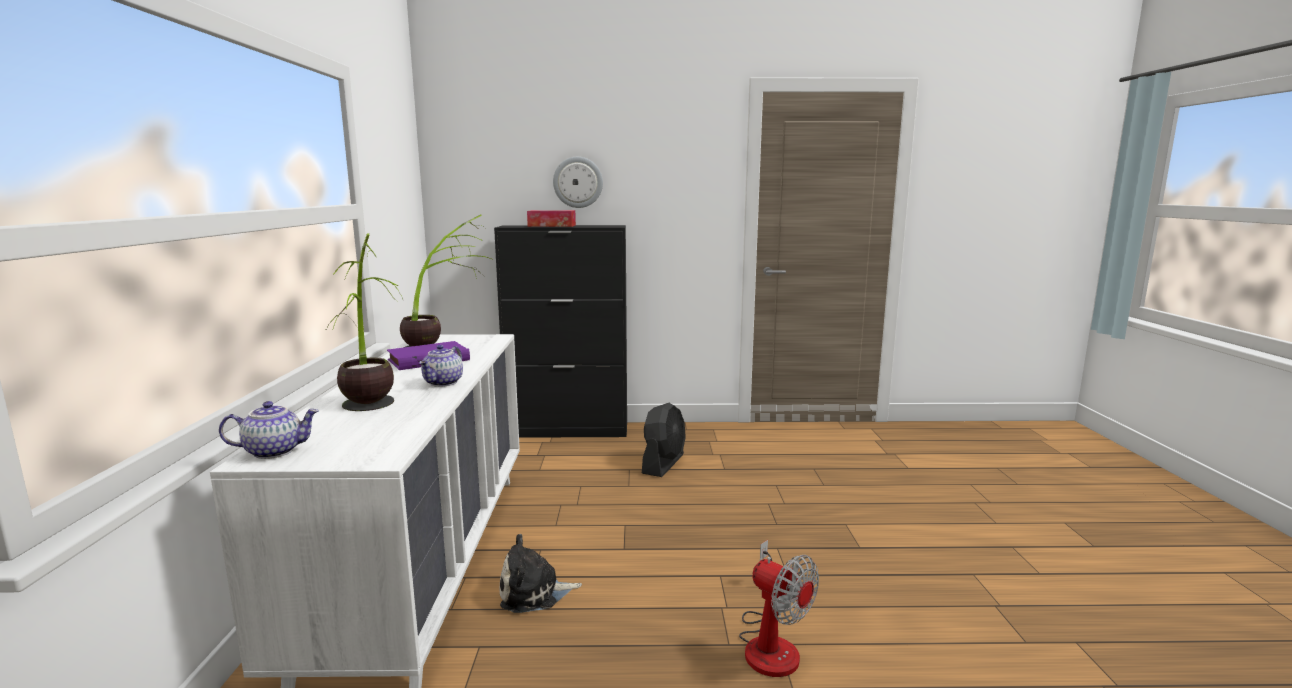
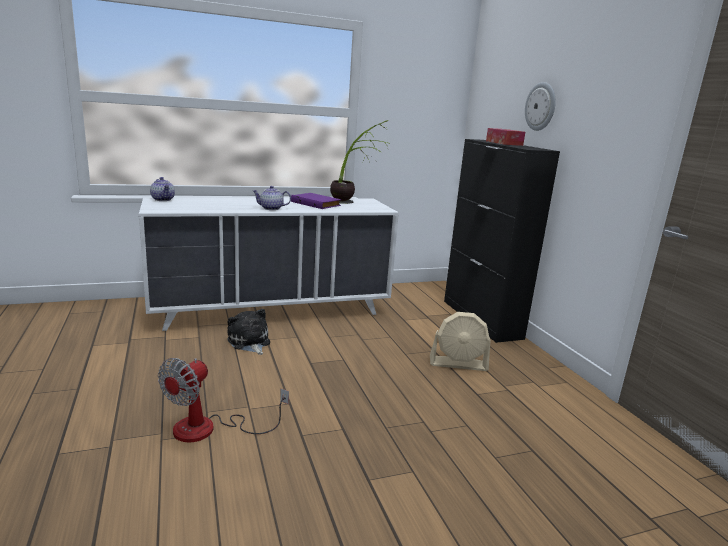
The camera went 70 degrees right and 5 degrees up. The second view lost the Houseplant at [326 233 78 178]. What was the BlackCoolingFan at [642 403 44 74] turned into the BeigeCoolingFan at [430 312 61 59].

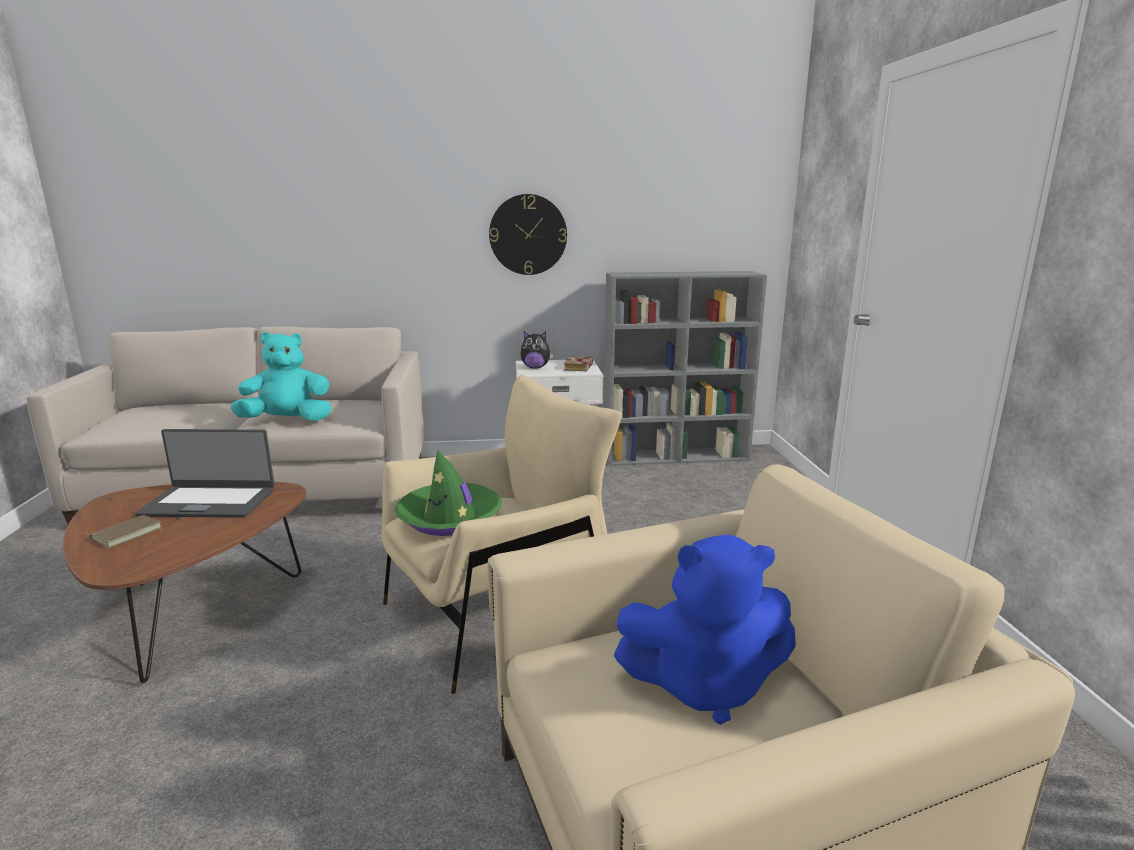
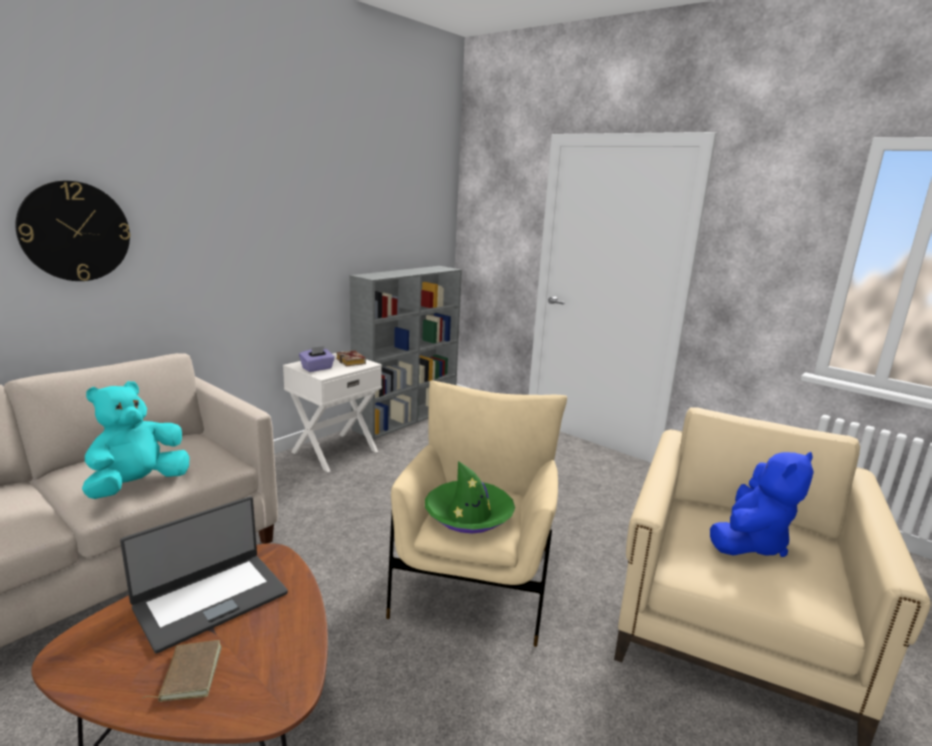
The camera went 45 degrees left and 0 degrees up. The ClockOnTheWall ended up elsewhere, having gone from [489 194 78 81] to [15 181 115 100]. Where the SoftToy stood at [520 332 33 37], the PurplishBoxOfTissues came to stand at [299 346 36 26].

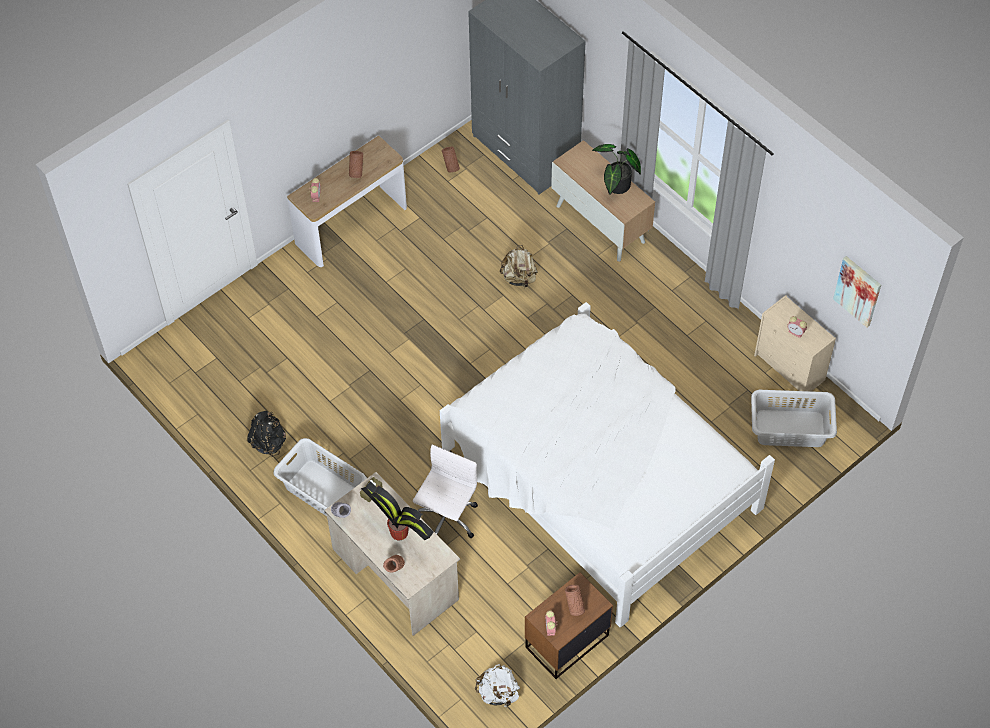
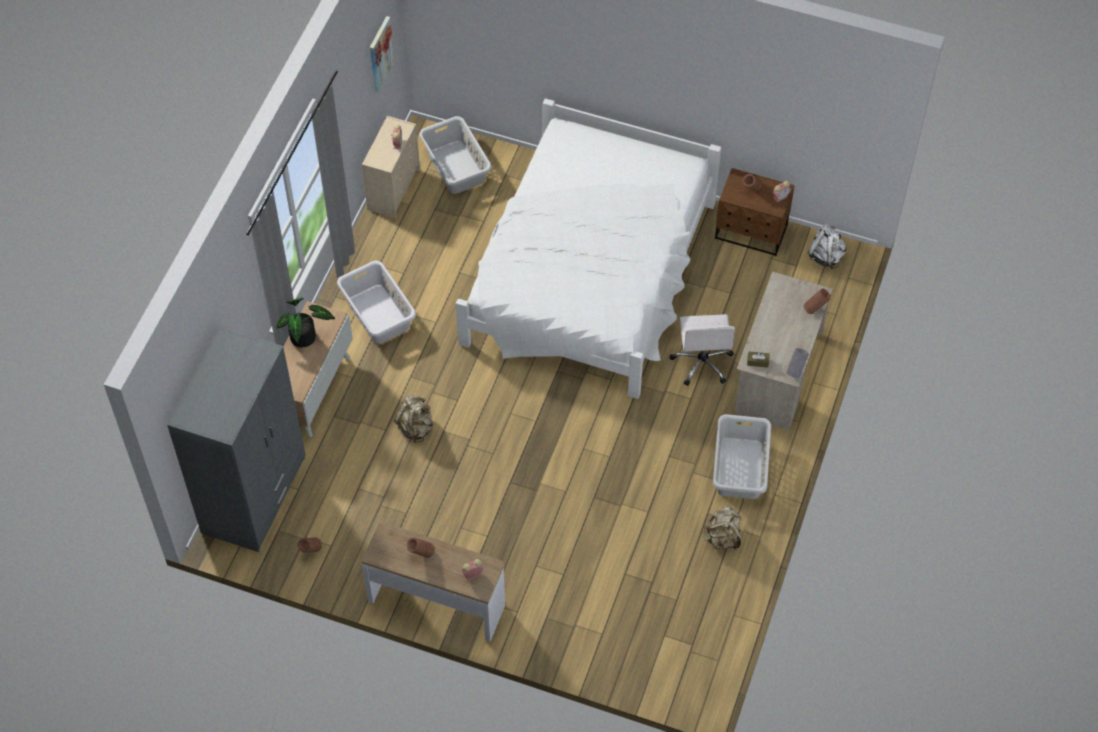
The camera went 120 degrees left and 0 degrees up. The second view lost the Houseplant at [361 481 73 59]. The second view gained the WhiteColouredWashingBasket at [337 261 79 83]. What was the BlackRucksack at [247 411 39 46] turned into the BeigeRucksack at [704 506 37 43]. The WhiteColouredOfficeChair at [413 445 65 93] ended up facing another way, 90 degrees counterclockwise from before.

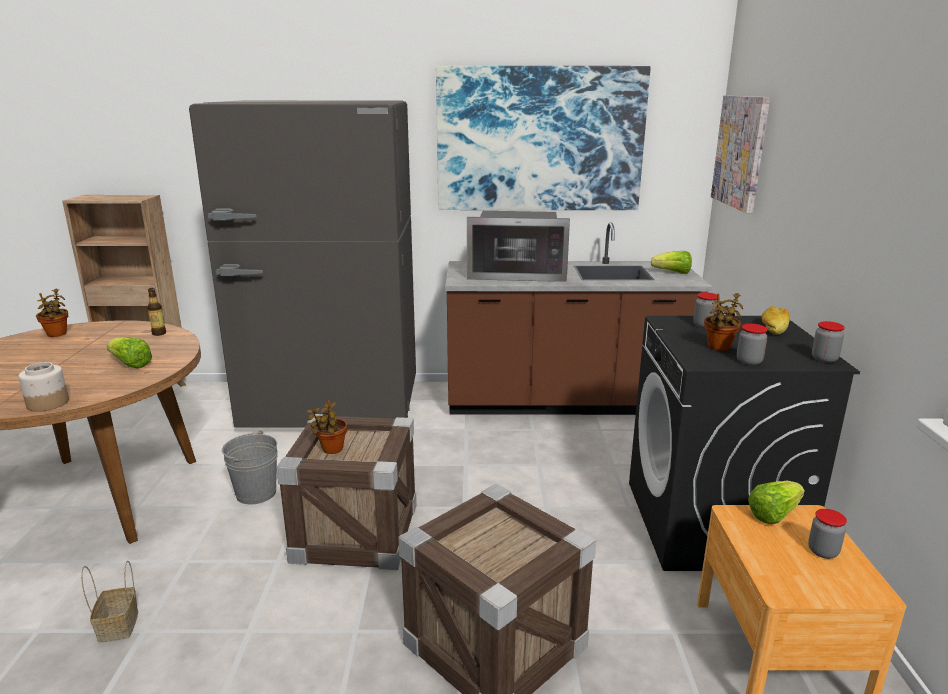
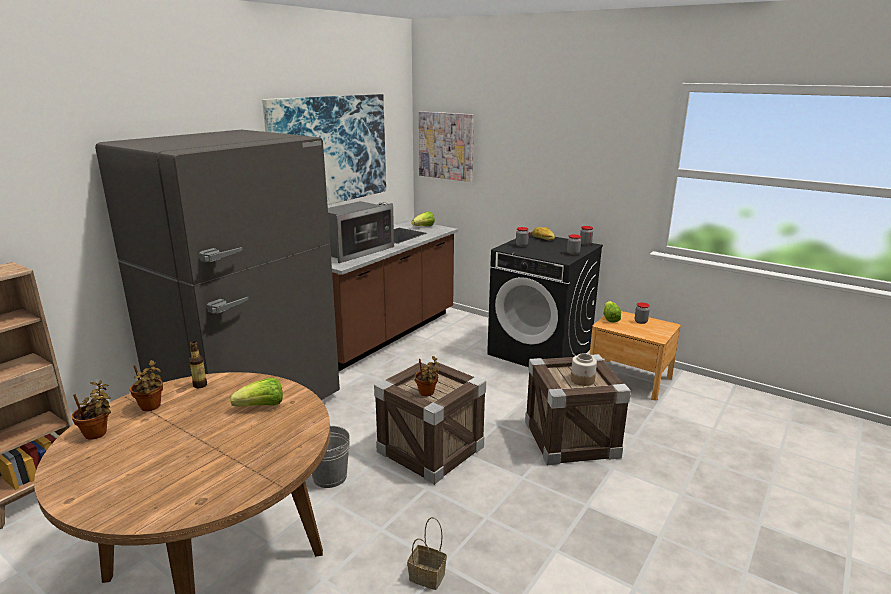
The camera went 55 degrees left and 0 degrees up. The PreserveJar ended up elsewhere, having gone from [18 362 51 50] to [571 354 26 32]. The Houseplant ended up elsewhere, having gone from [704 293 39 58] to [130 360 33 51].

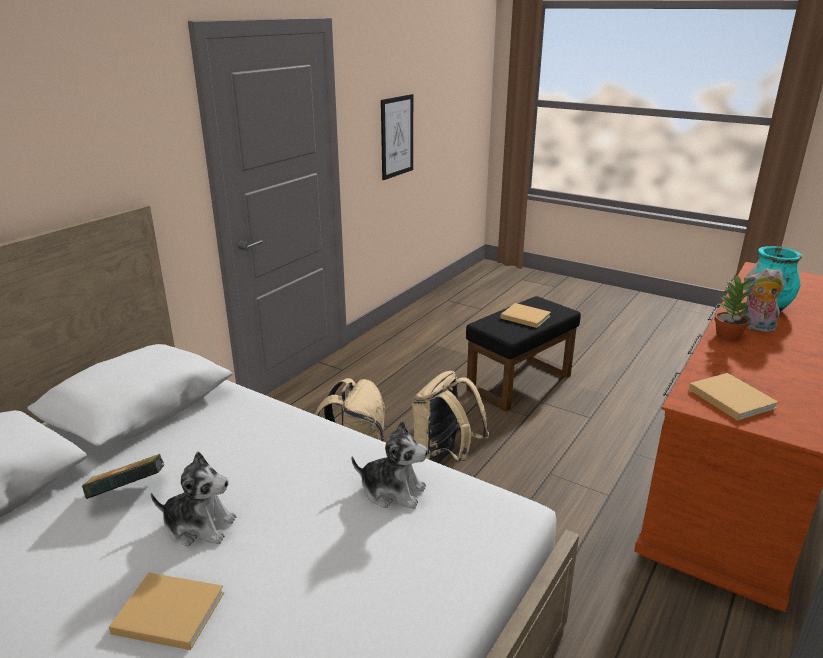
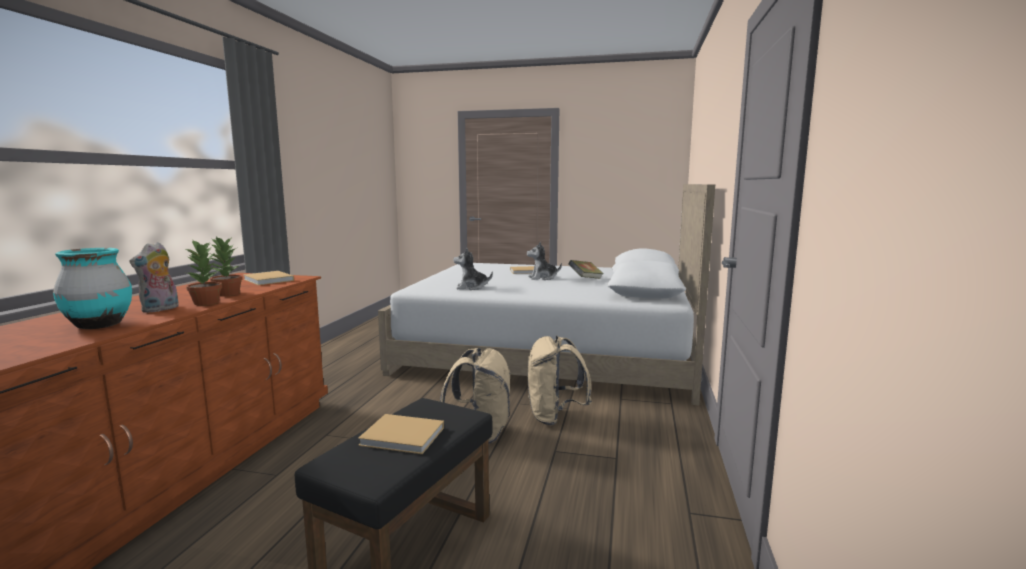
The camera went 160 degrees right and 15 degrees down. The second view lost the Picture at [381 94 32 86]. The second view gained the Houseplant at [210 237 33 59]. The SoftToy at [742 268 43 64] ended up facing another way, 105 degrees clockwise from before.

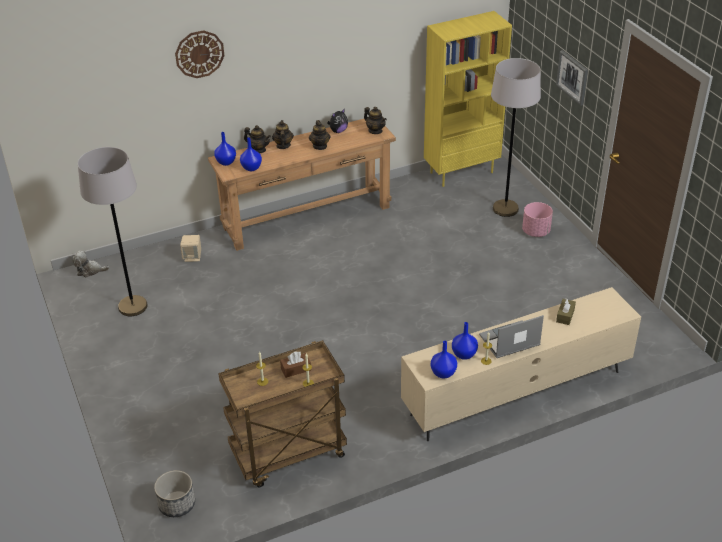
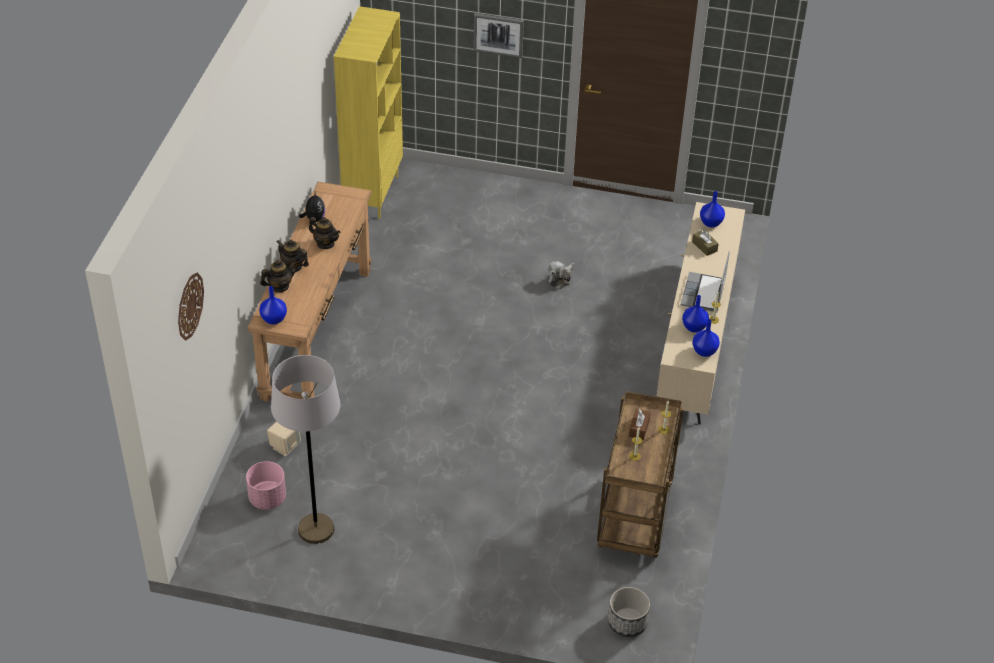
The camera went 55 degrees left and 5 degrees up. The second view lost the Teapot at [364 107 23 27]. The second view lost the GreyFloorLamp at [491 58 50 159]. The SoftToy ended up elsewhere, having gone from [72 251 38 26] to [548 262 26 27]. The ClockOnTheWall ended up elsewhere, having gone from [175 30 50 48] to [178 273 26 67]. The BlueColouredFlowerVase ended up elsewhere, having gone from [240 137 22 34] to [700 191 25 36]. The PinkishPlantPot ended up elsewhere, having gone from [522 202 31 35] to [246 461 40 49].

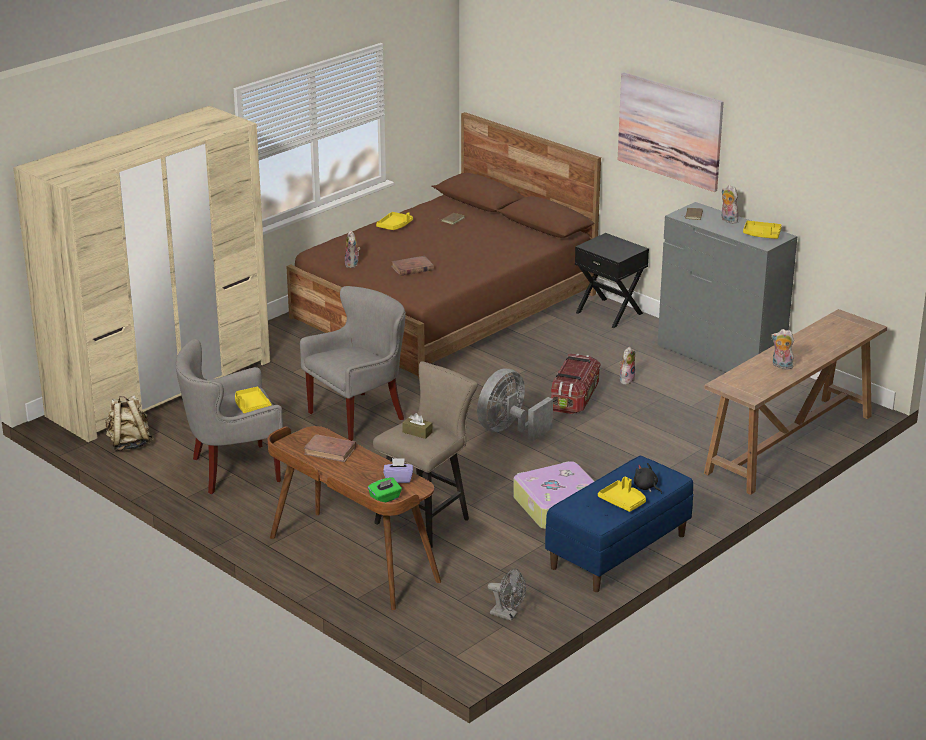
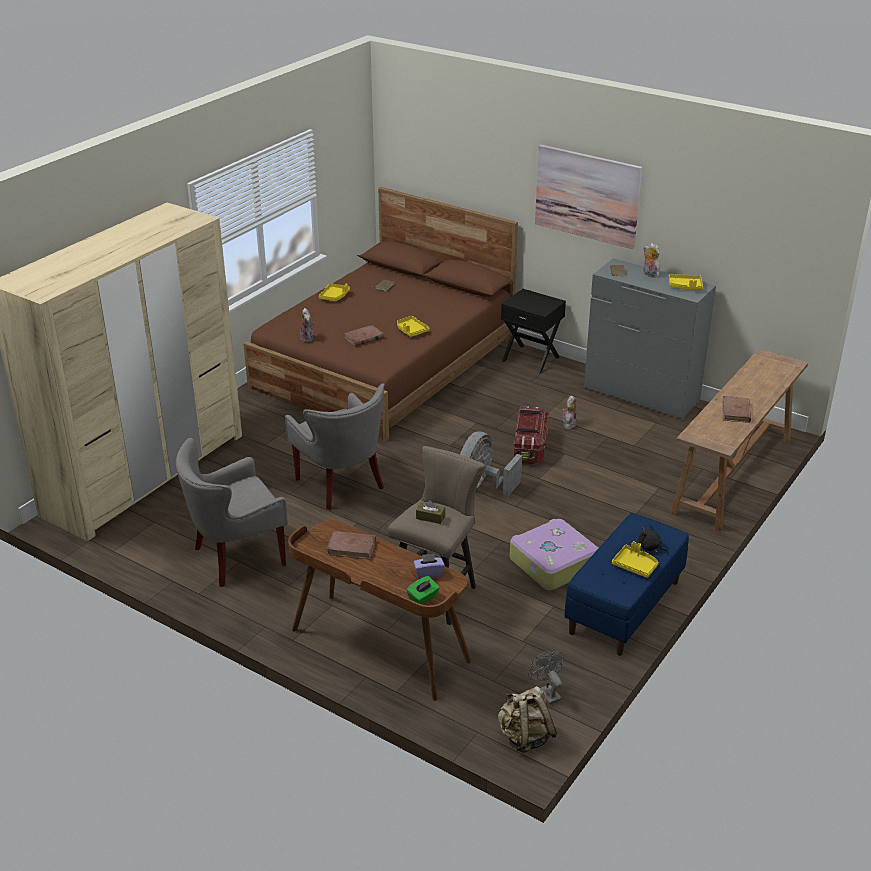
The camera went 10 degrees left and 5 degrees up. The BeigeRucksack ended up elsewhere, having gone from [105 395 48 56] to [498 686 59 67]. The YellowishTray ended up elsewhere, having gone from [235 387 36 26] to [397 316 32 21]. Where the SoftToy stood at [771 329 25 40], the BrownColouredBook came to stand at [722 396 29 27]. The GreyArmchair at [300 286 106 155] ended up facing another way, 105 degrees clockwise from before. The GreyCoolingFan at [488 568 38 53] ended up facing another way, 135 degrees counterclockwise from before.

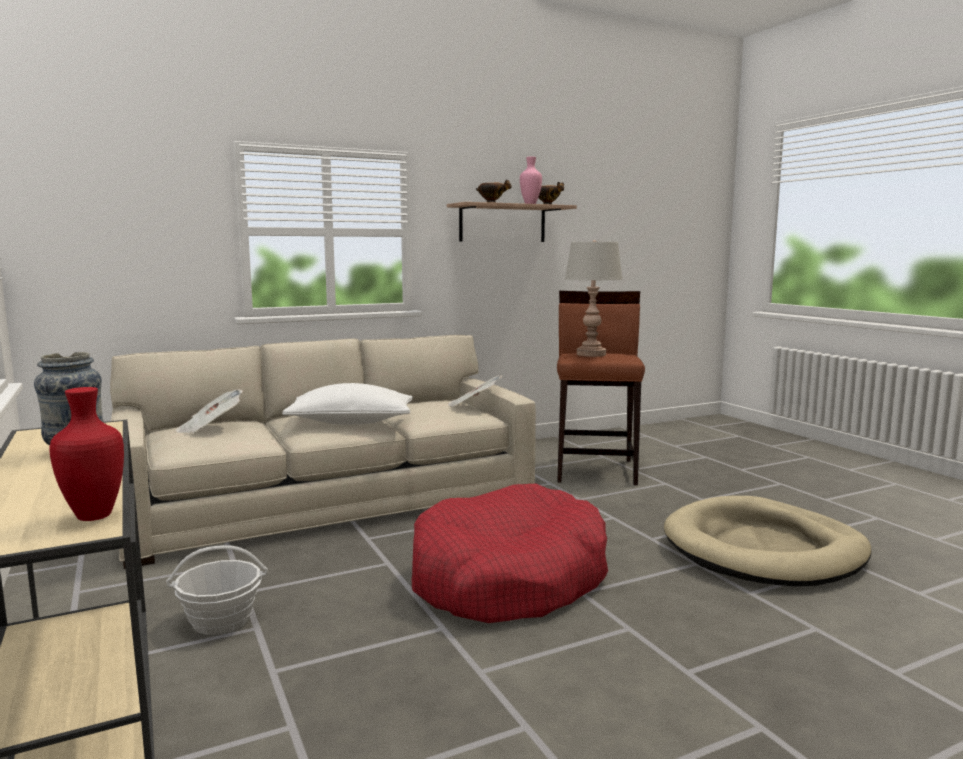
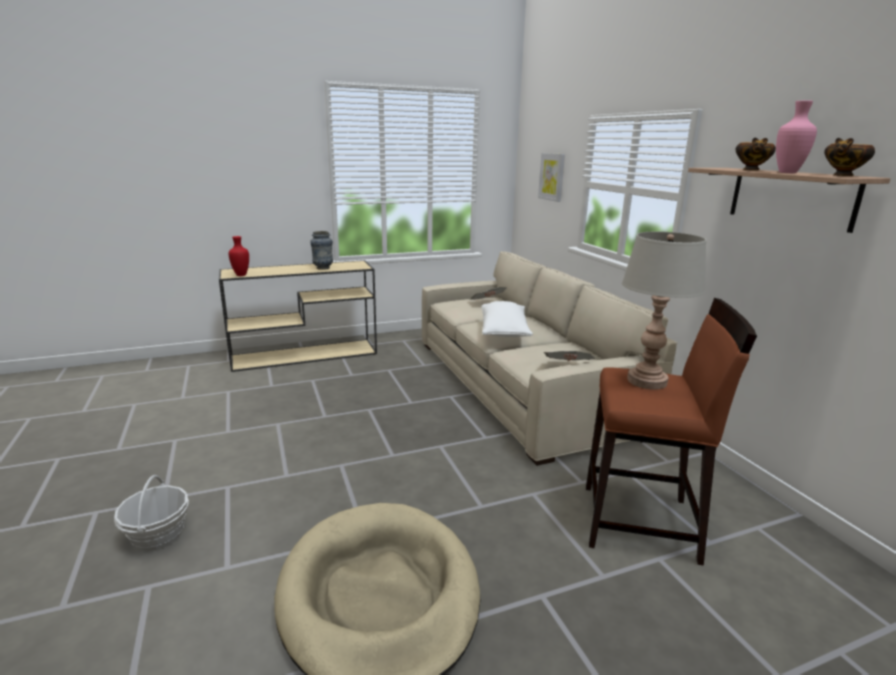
The camera went 95 degrees right and 10 degrees up. The second view lost the RedDogCushion at [412 484 196 139]. The second view gained the Picture at [538 153 27 49]. The Basket ended up elsewhere, having gone from [166 545 102 90] to [114 475 75 76].

